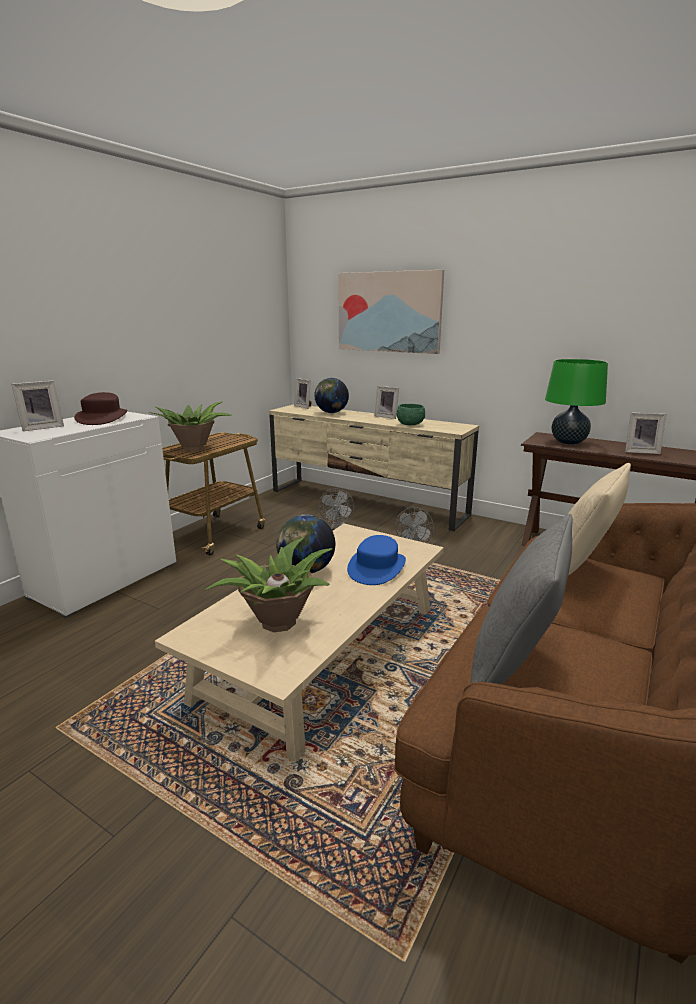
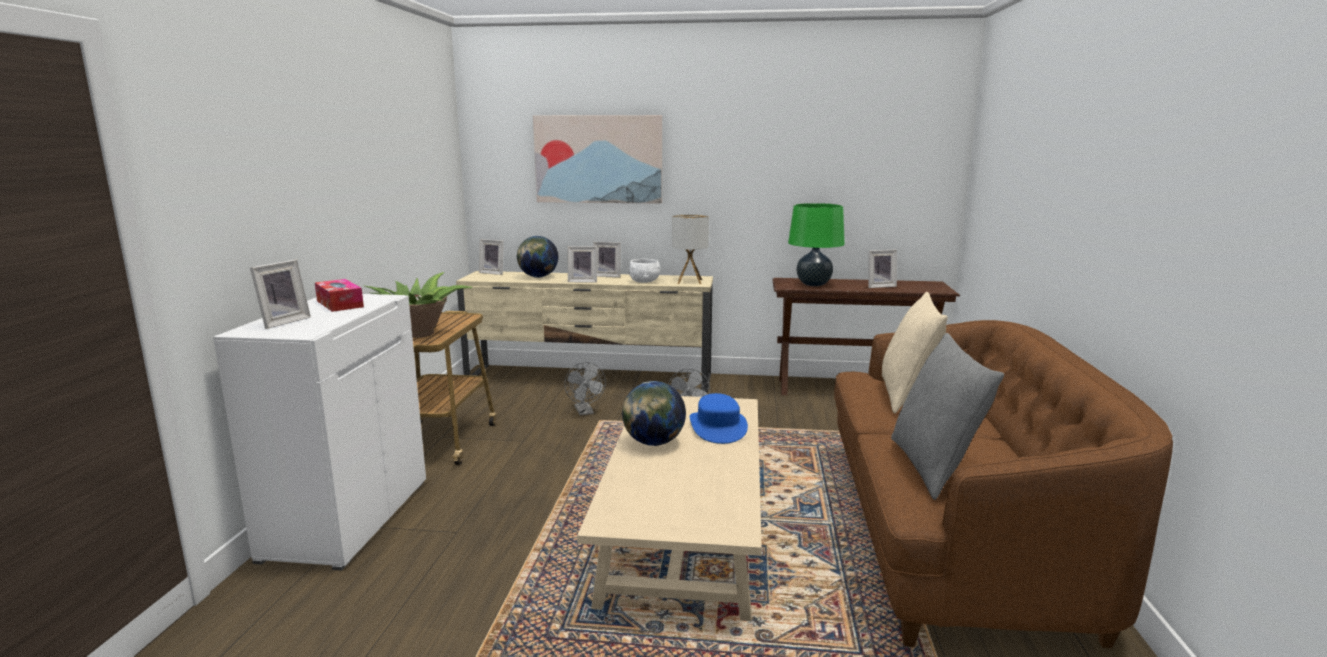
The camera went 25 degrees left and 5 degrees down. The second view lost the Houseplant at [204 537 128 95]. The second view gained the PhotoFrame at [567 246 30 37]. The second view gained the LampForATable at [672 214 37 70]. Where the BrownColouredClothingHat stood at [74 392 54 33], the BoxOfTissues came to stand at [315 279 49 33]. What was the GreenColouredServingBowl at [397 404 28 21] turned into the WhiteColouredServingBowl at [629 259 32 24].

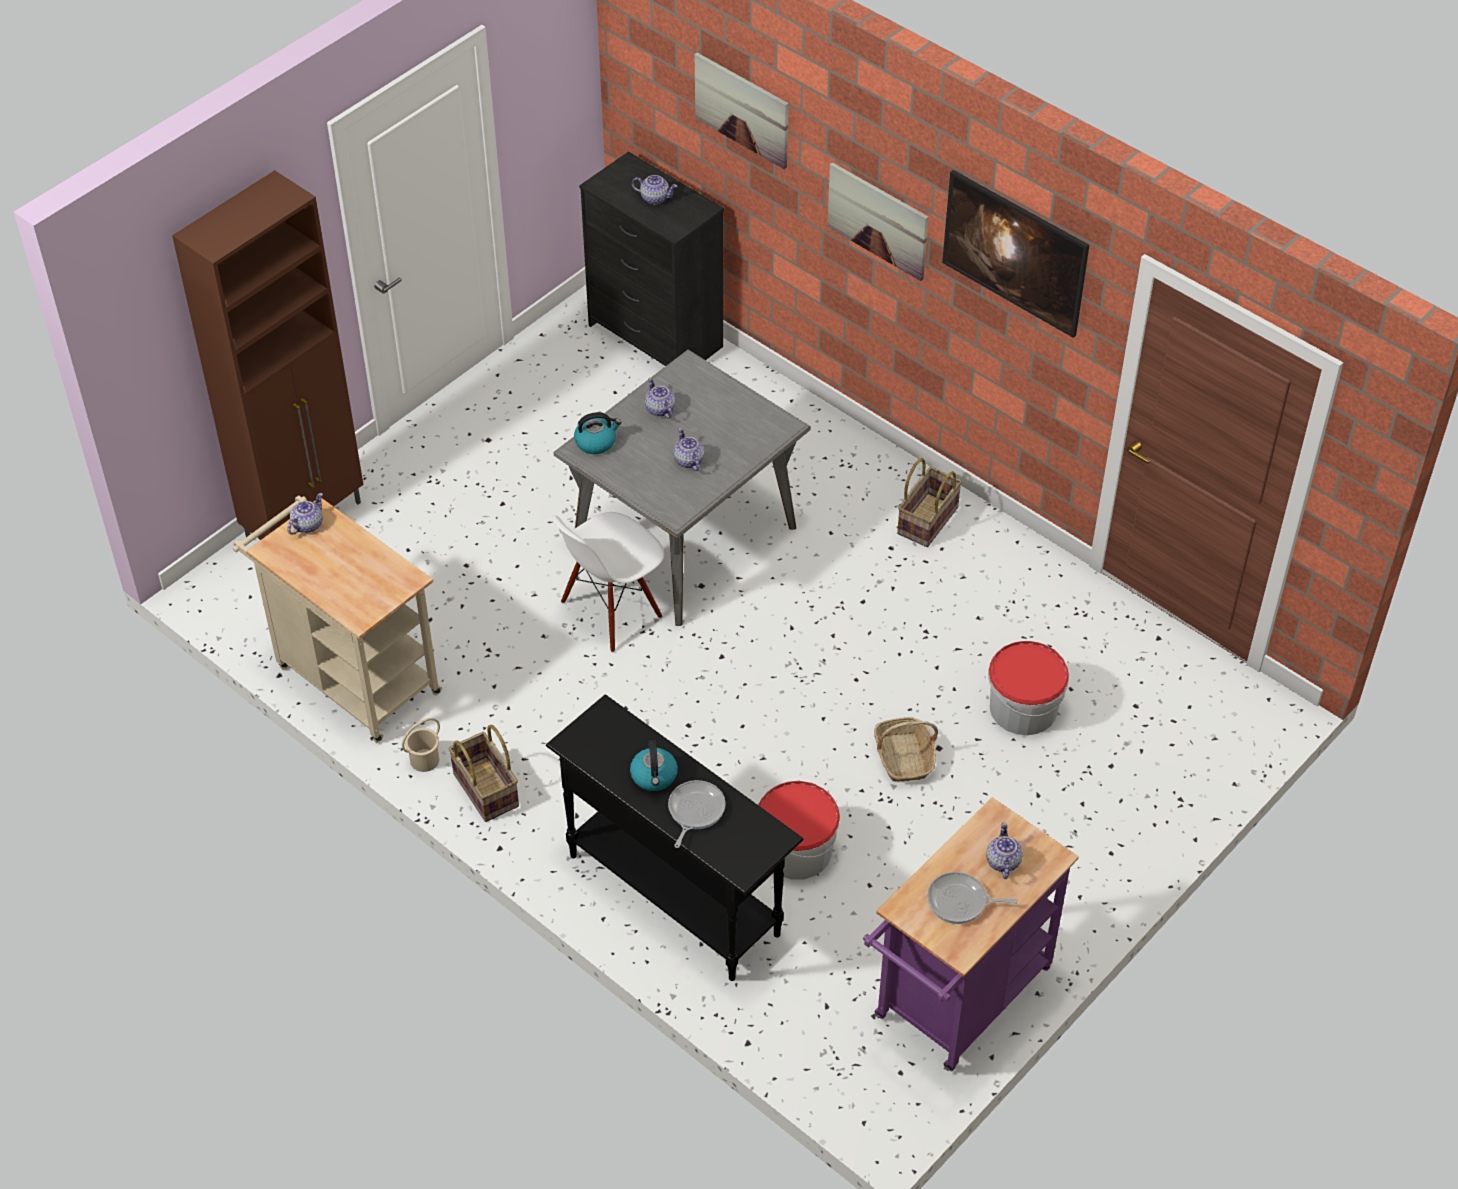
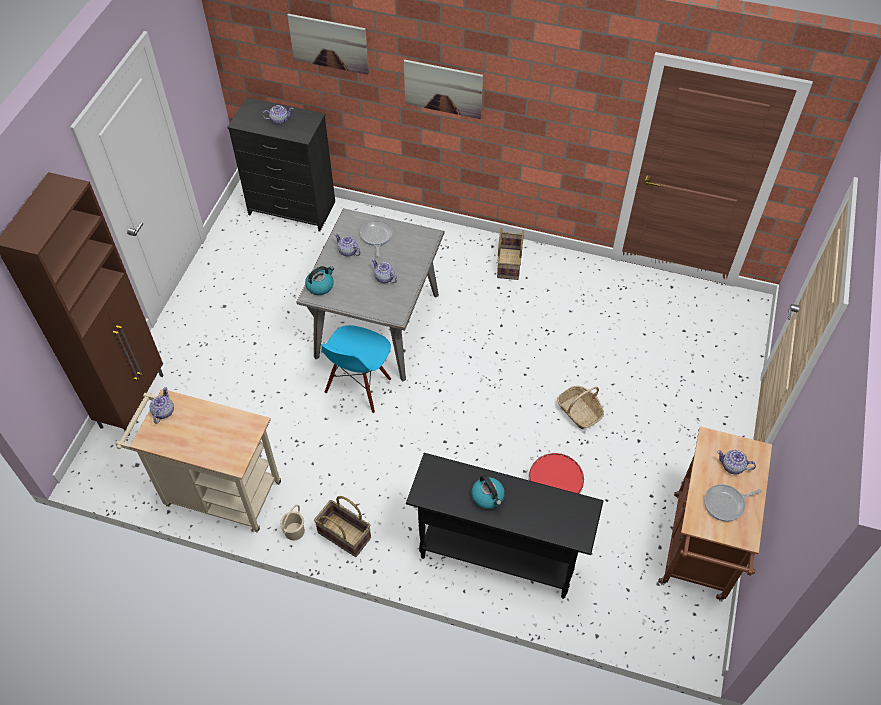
The camera went 25 degrees left and 5 degrees up. The second view lost the Picture at [942 170 147 168]. The second view lost the Pail at [988 641 81 94]. The Pan ended up elsewhere, having gone from [668 780 58 68] to [360 220 33 36]. What was the WhiteColouredPlainChair at [552 512 113 141] turned into the BlueColouredPlainChair at [321 325 70 88]. What was the PurplishCart at [863 797 216 274] turned into the BrownColouredCart at [658 427 114 174]. The Teapot at [986 822 37 57] ended up facing another way, 45 degrees counterclockwise from before.

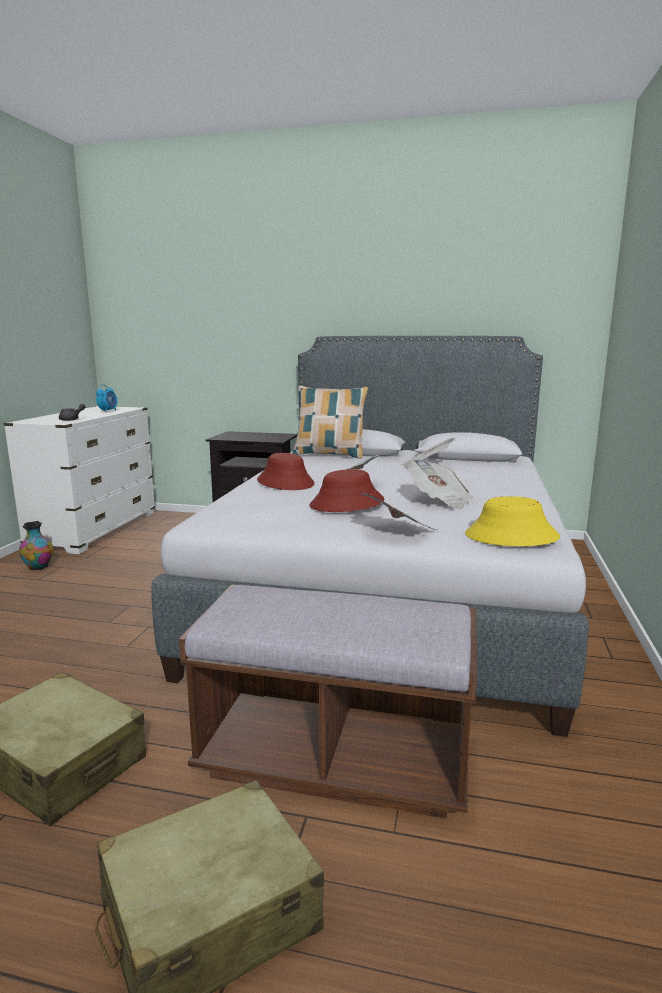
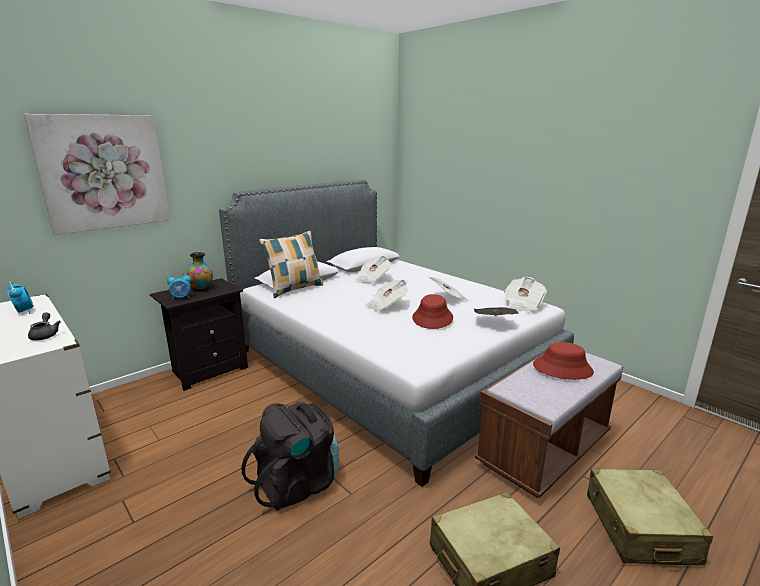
The camera went 55 degrees left and 5 degrees up. The second view gained the Picture at [24 114 146 121]. The second view gained the BedsideClock at [167 272 24 28]. The second view gained the BlackRucksack at [242 401 97 110]. The FlowerVase ended up elsewhere, having gone from [19 521 34 49] to [187 252 26 39]. The RedClothingHat ended up elsewhere, having gone from [257 453 58 37] to [533 342 61 38]. Where the YellowishClothingHat stood at [465 496 95 50], the DailyPaper came to stand at [504 277 43 35].

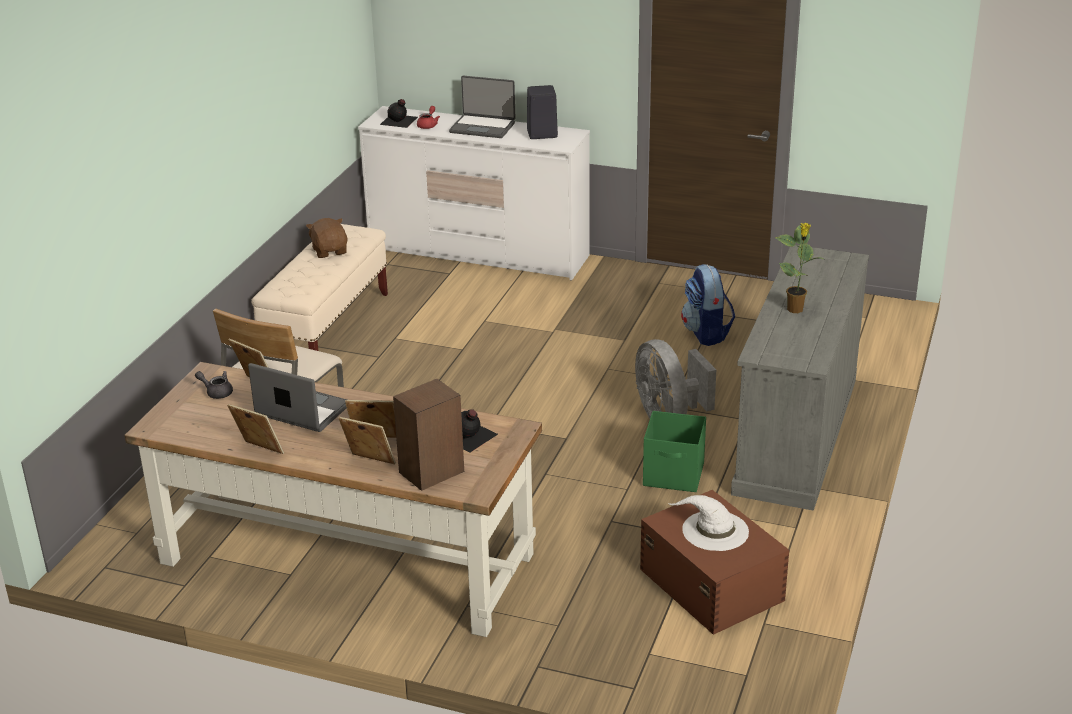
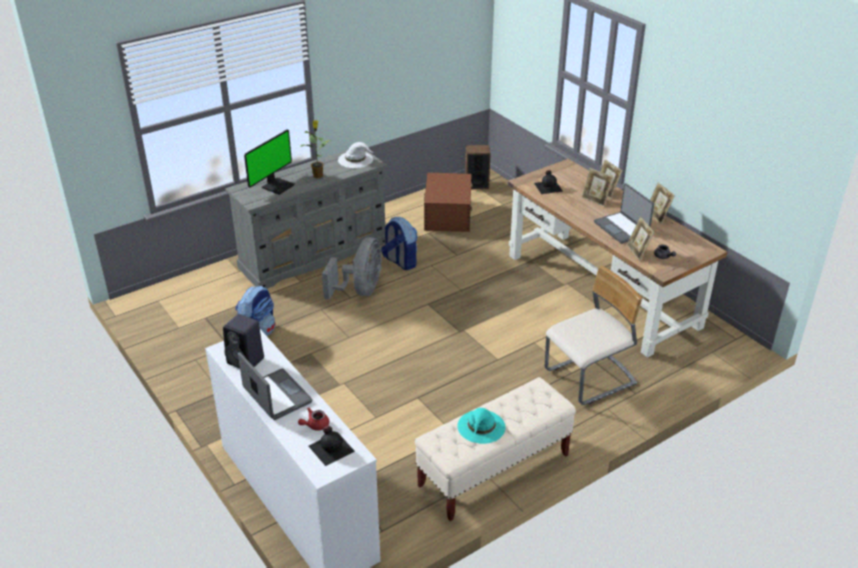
The camera went 145 degrees left and 5 degrees up. The second view gained the ComputerDisplay at [244 130 51 65]. The AudioSpeaker ended up elsewhere, having gone from [393 379 71 112] to [465 145 26 44]. The WhiteColouredClothingHat ended up elsewhere, having gone from [668 495 81 56] to [338 142 36 26]. Where the BrownColouredSoftToy stood at [306 218 42 40], the TurquoiseClothingHat came to stand at [457 408 49 36]. Where the GreenColouredStorageBox stood at [643 411 63 81], the Rucksack came to stand at [381 217 37 53].

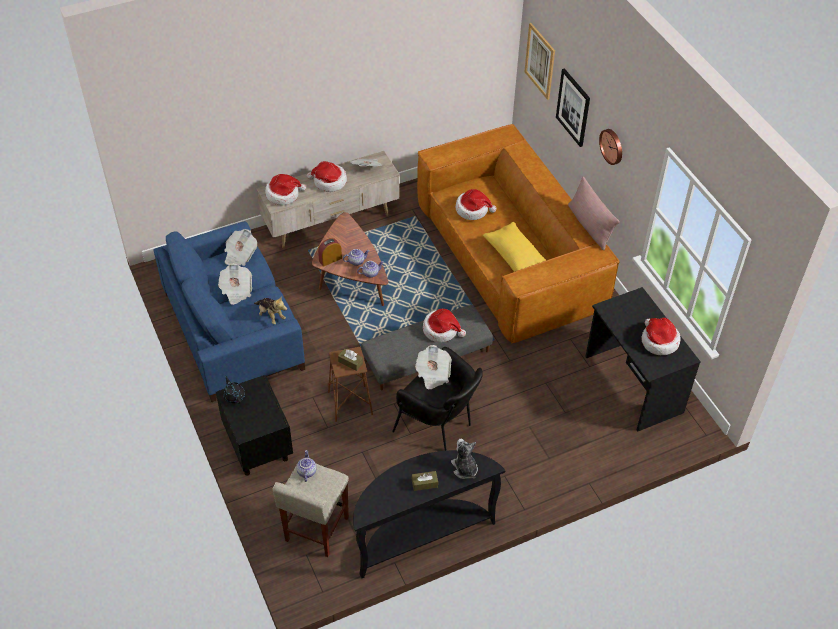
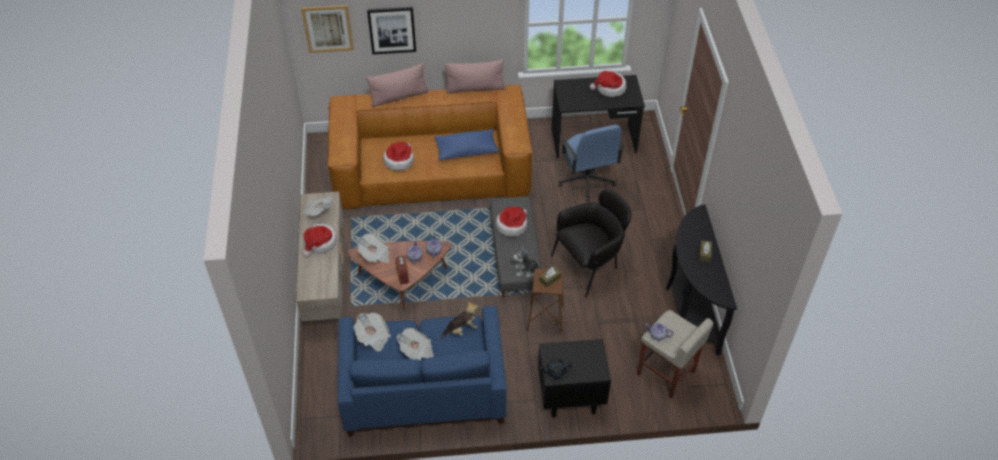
The camera went 70 degrees left and 0 degrees up. The second view lost the ClothingHat at [265 174 41 31]. The second view lost the ClockOnTheWall at [599 129 23 36]. The second view gained the PinkishPillow at [366 63 63 44]. The second view gained the BlueColouredOfficeChair at [559 125 65 76]. The DailyPaper ended up elsewhere, having gone from [415 345 37 45] to [357 234 32 29]. The SoftToy ended up elsewhere, having gone from [451 439 27 40] to [513 246 30 32]. What was the YellowishPillow at [483 222 63 50] turned into the BlueColouredPillow at [434 129 65 31].

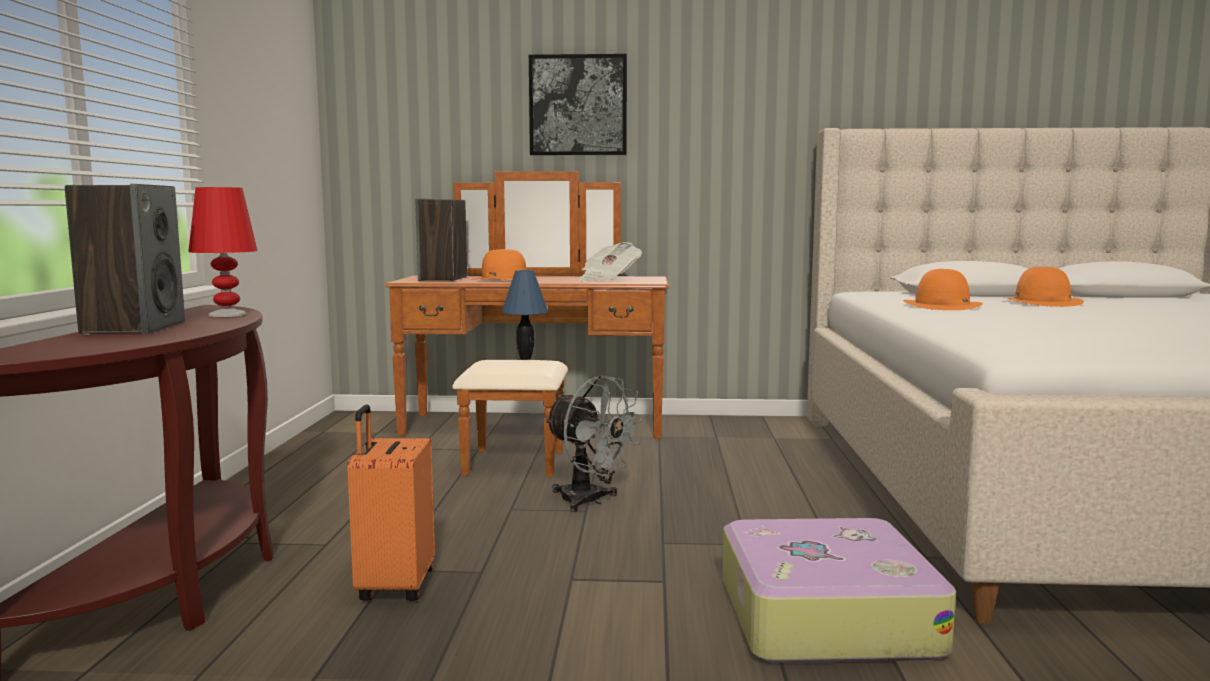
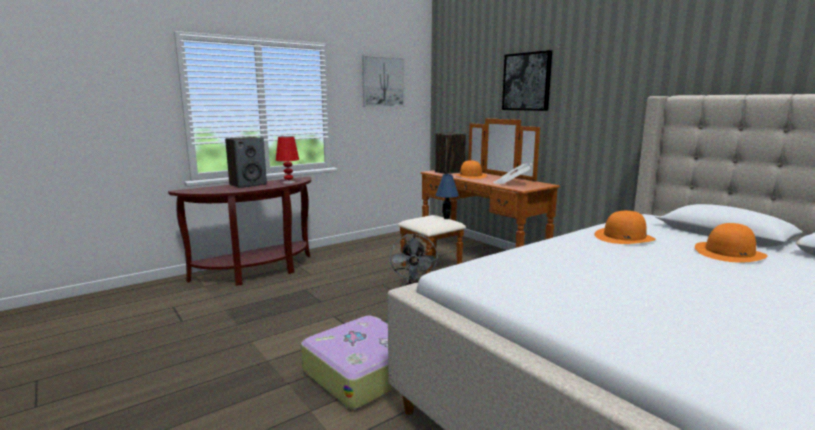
The camera went 50 degrees right and 5 degrees up. The second view lost the OrangeColouredTravelCase at [347 405 88 196]. The second view gained the Picture at [362 55 42 52].

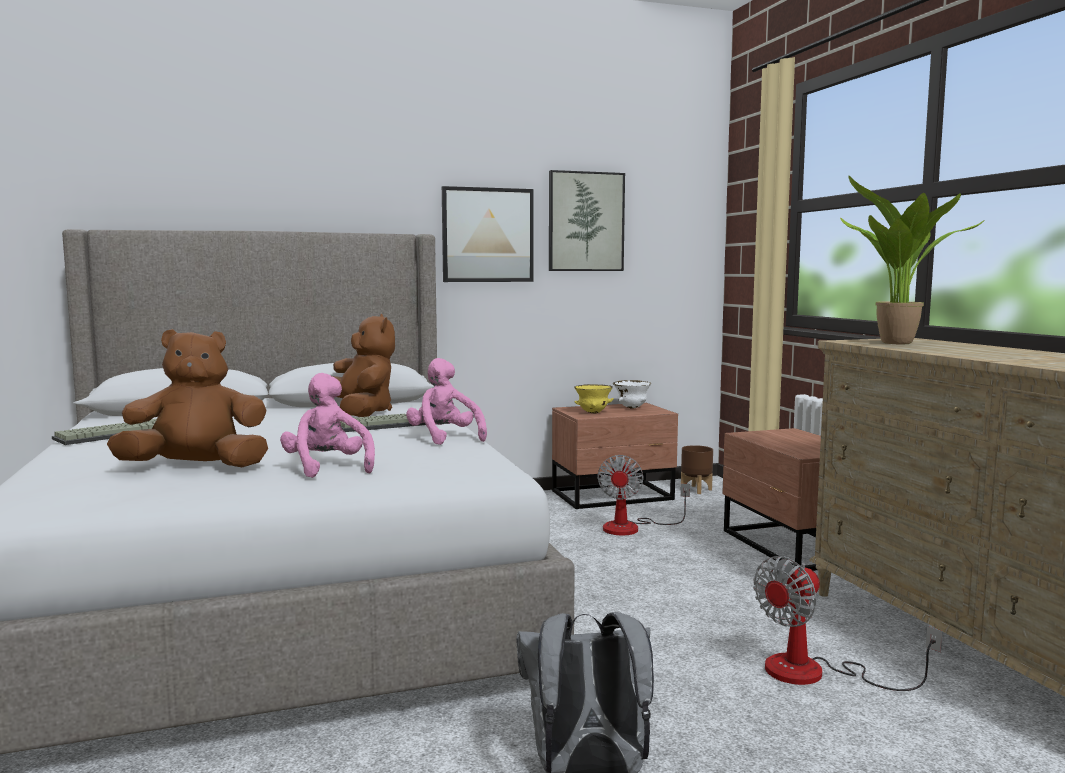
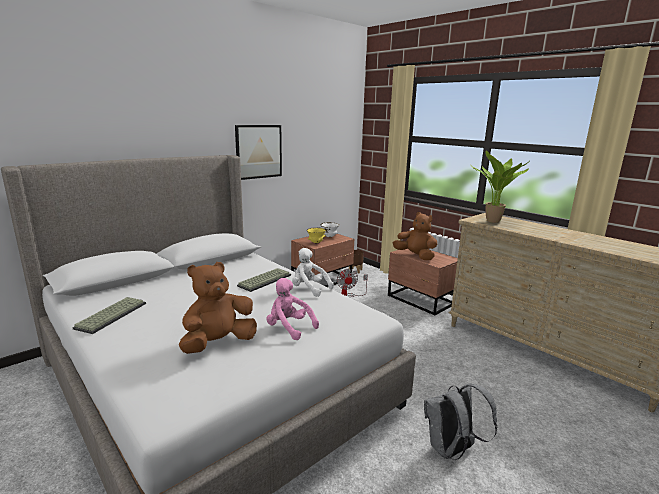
The camera went 25 degrees left and 10 degrees up. The second view lost the Picture at [549 170 76 101]. The second view lost the CoolingFan at [753 556 189 135]. The BrownColouredSoftToy ended up elsewhere, having gone from [332 314 63 103] to [393 212 44 48]. What was the PinkishSoftToy at [406 358 81 87] turned into the WhiteColouredSoftToy at [292 248 42 49].

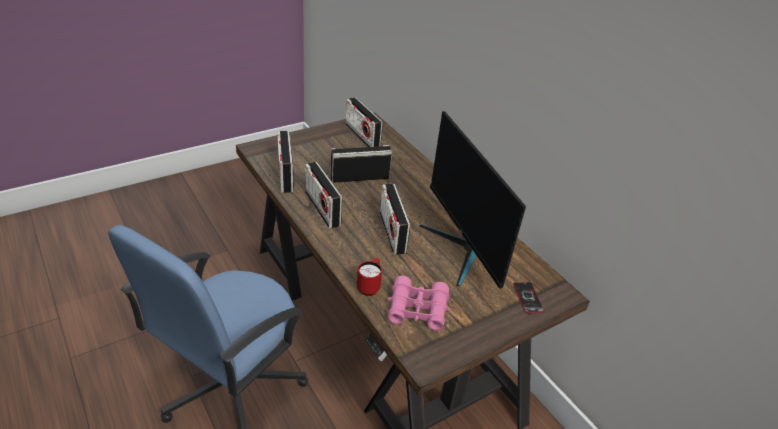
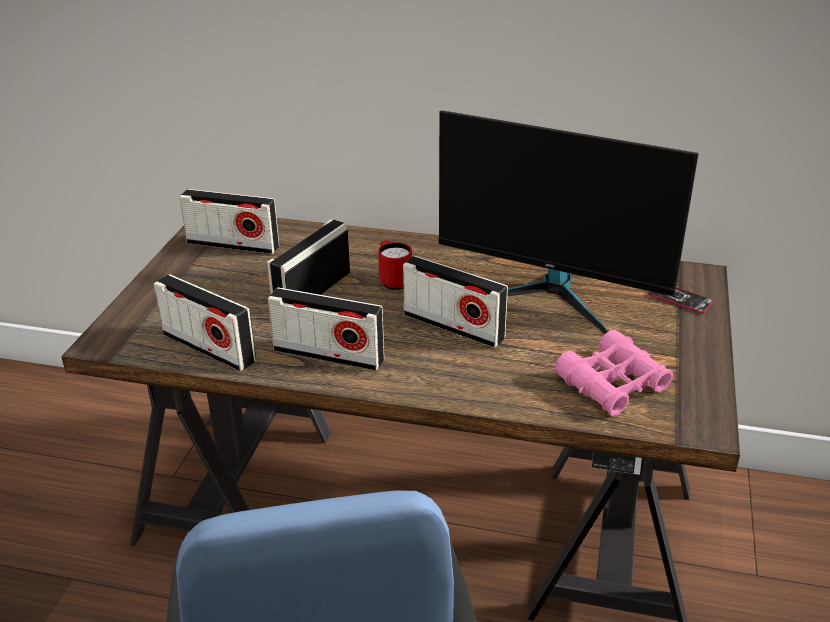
The camera went 40 degrees left and 5 degrees down. The RedCoffeeMug ended up elsewhere, having gone from [356 258 26 38] to [378 240 34 50].

